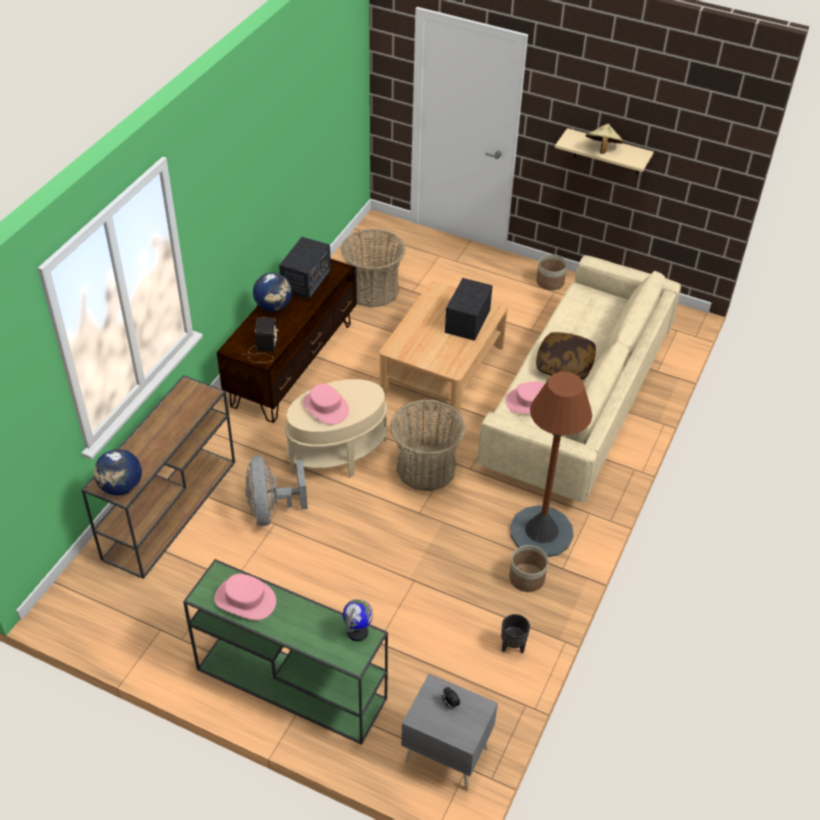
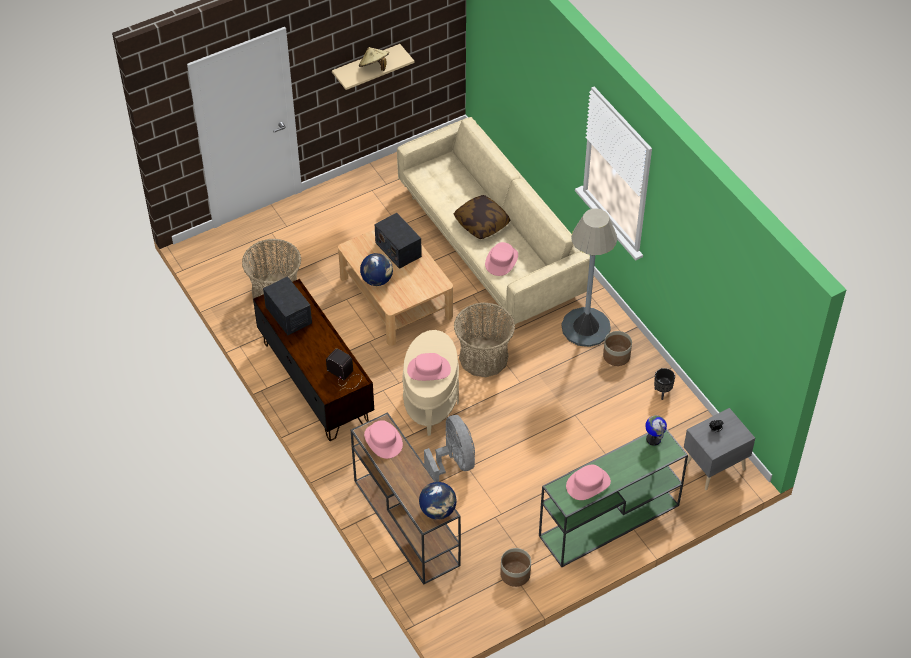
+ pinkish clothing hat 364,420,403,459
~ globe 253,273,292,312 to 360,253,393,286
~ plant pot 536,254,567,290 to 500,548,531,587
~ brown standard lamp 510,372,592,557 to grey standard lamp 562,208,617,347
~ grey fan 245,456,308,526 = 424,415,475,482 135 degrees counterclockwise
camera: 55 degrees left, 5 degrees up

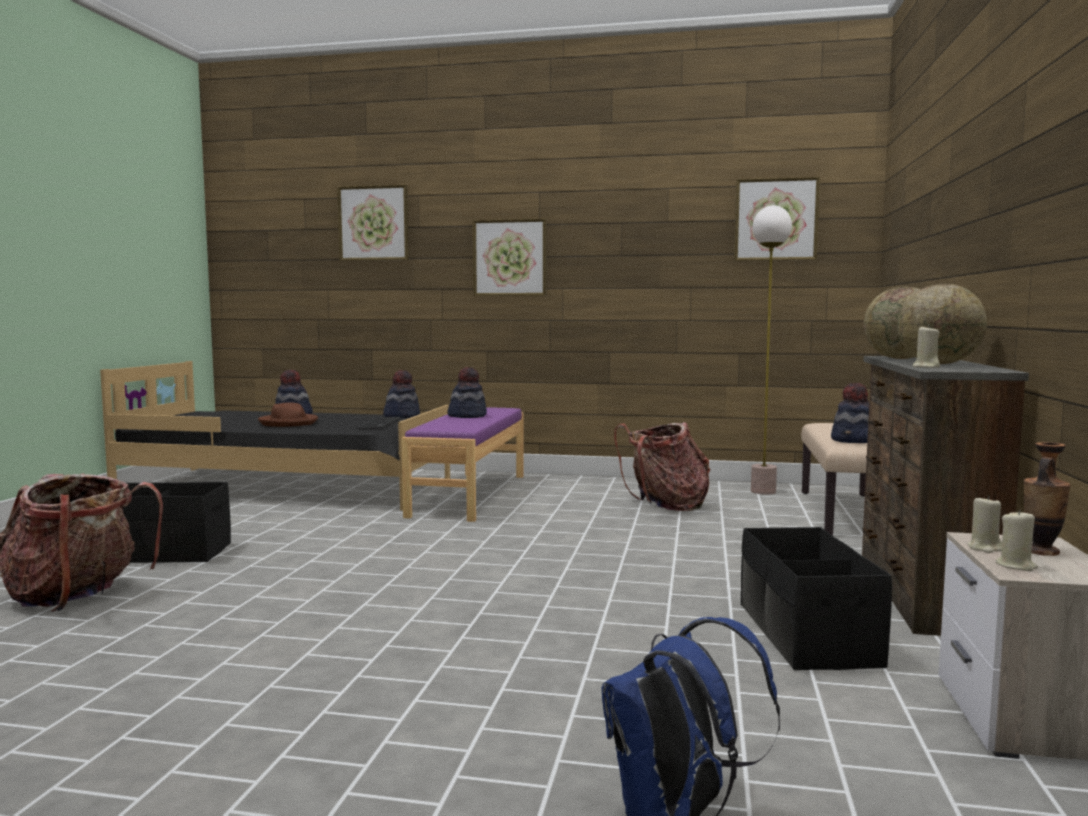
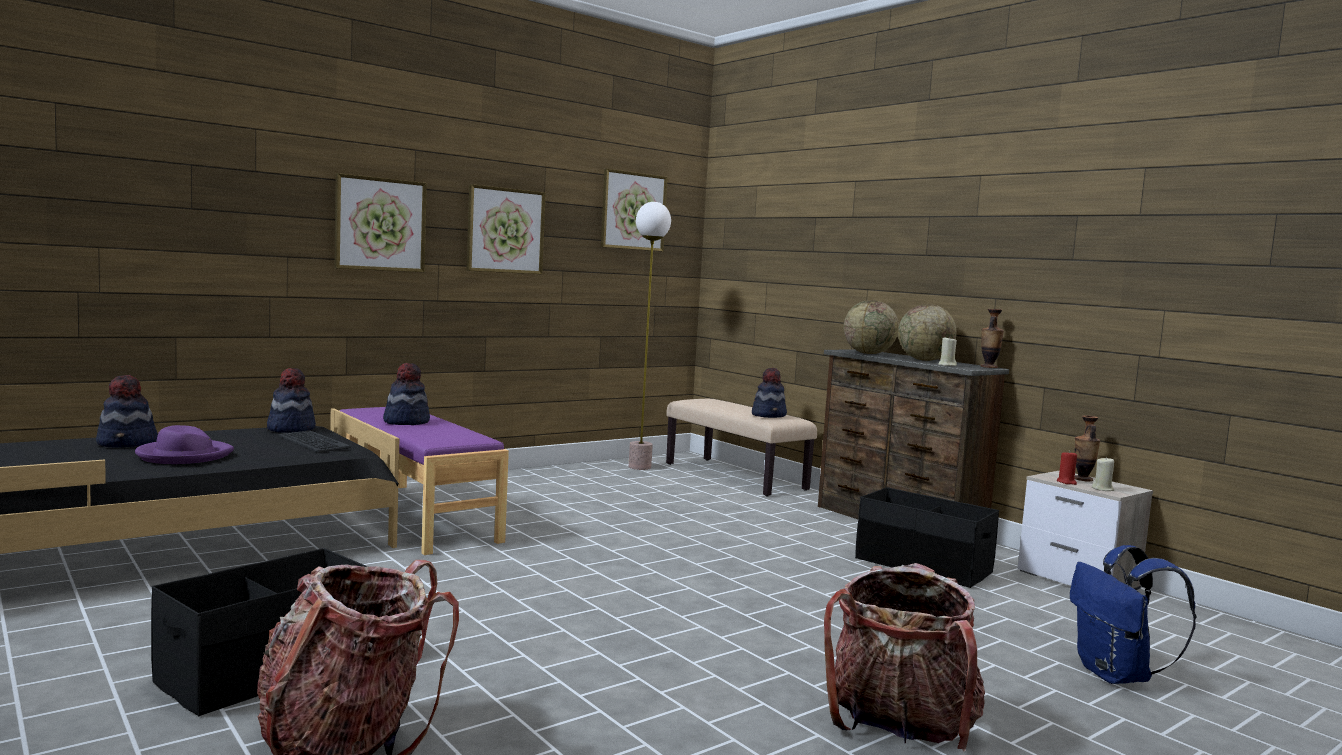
+ vase 980,309,1004,368
~ wall art 337,185,409,261 to 467,184,546,274
~ knapsack 614,422,710,511 to 824,563,985,751
~ brown clothing hat 258,402,318,427 to purple clothing hat 135,425,234,464
~ beige wax light 967,495,1002,553 to red-coloured wax light 1057,452,1077,485
camera: 50 degrees left, 0 degrees up

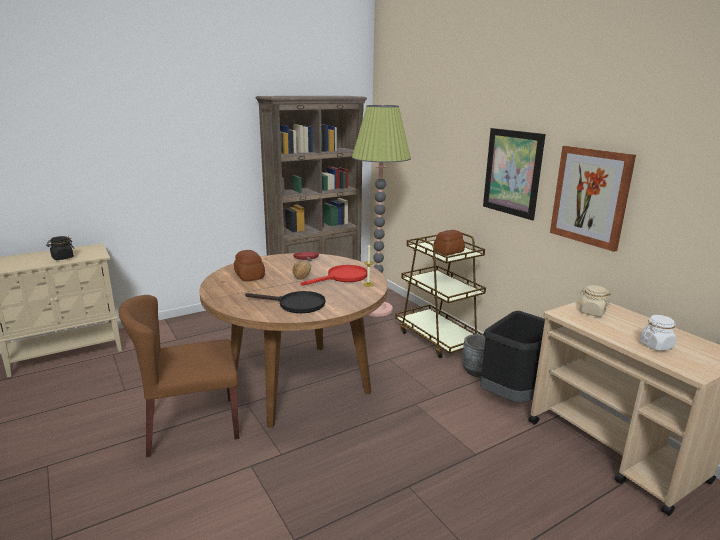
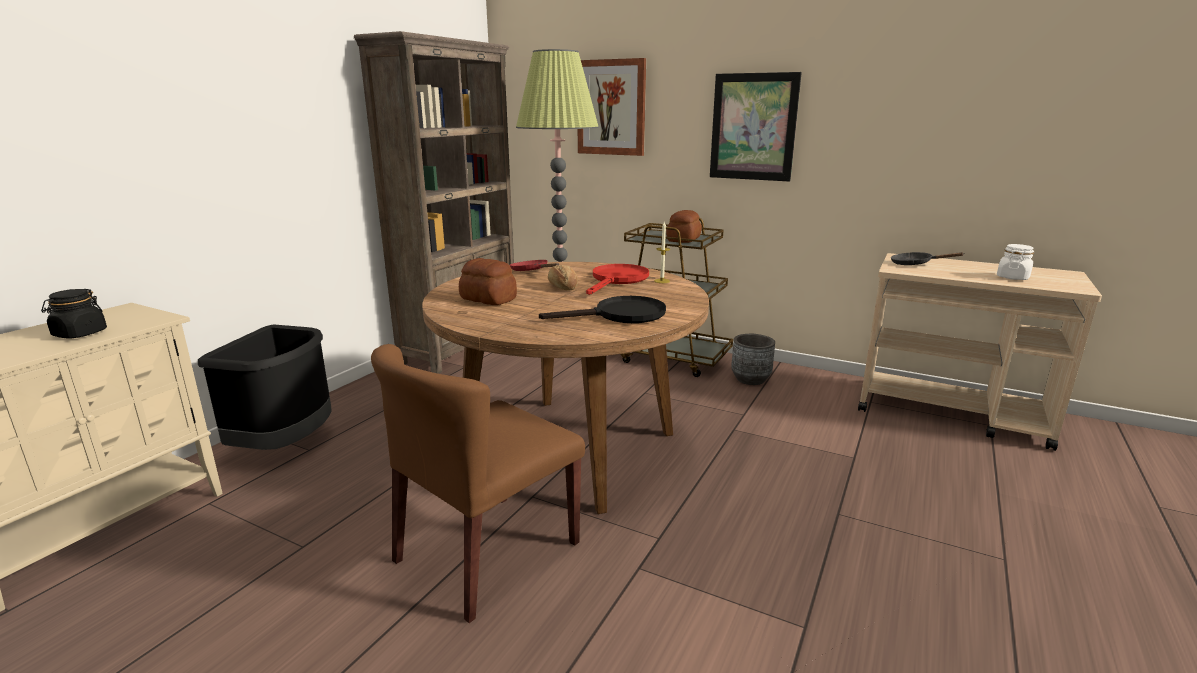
~ black waste bin 480,311,545,403 to 198,324,332,450
~ wall art 550,146,636,252 to 578,58,646,156
~ beige jar 579,285,611,317 to black skillet 891,252,965,265
camera: 30 degrees left, 0 degrees up

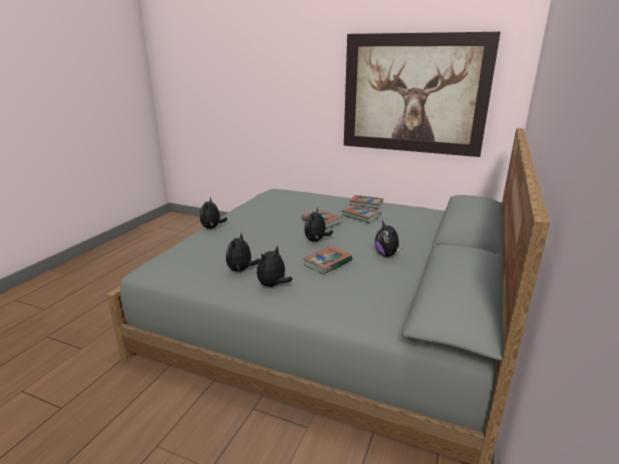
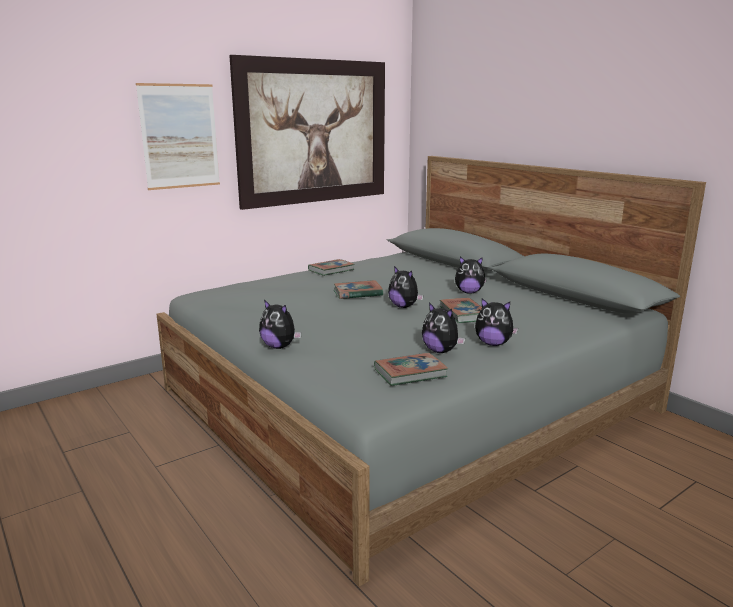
+ wall art 136,83,220,190
~ bound book 341,205,381,223 to 374,353,448,386
~ plush toy 257,246,292,287 = 475,298,518,346 45 degrees counterclockwise
camera: 60 degrees left, 5 degrees down

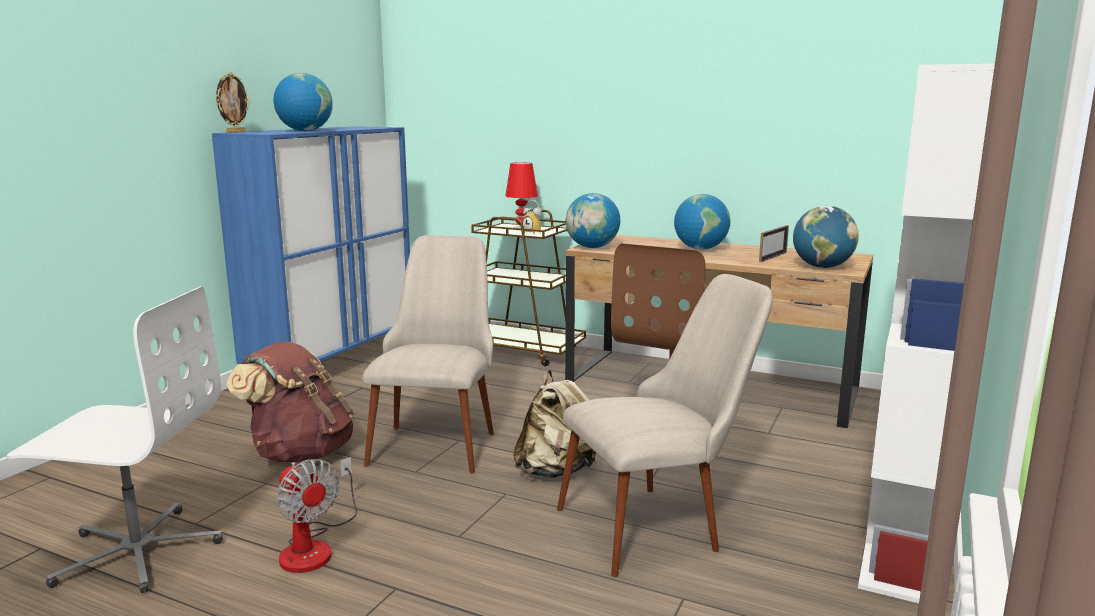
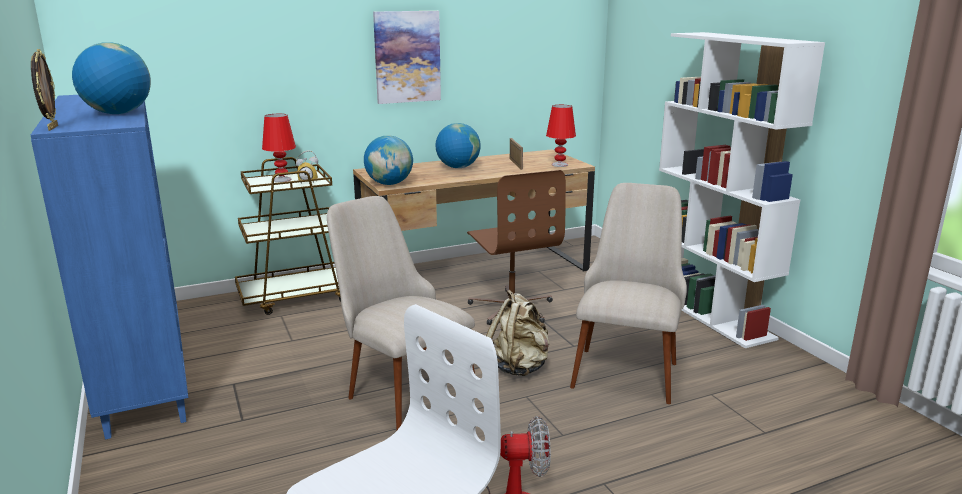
- brown knapsack 226,341,354,462
+ wall art 373,11,441,104
~ globe 793,206,859,268 to red-coloured tabletop lamp 546,105,576,167
camera: 50 degrees left, 5 degrees up

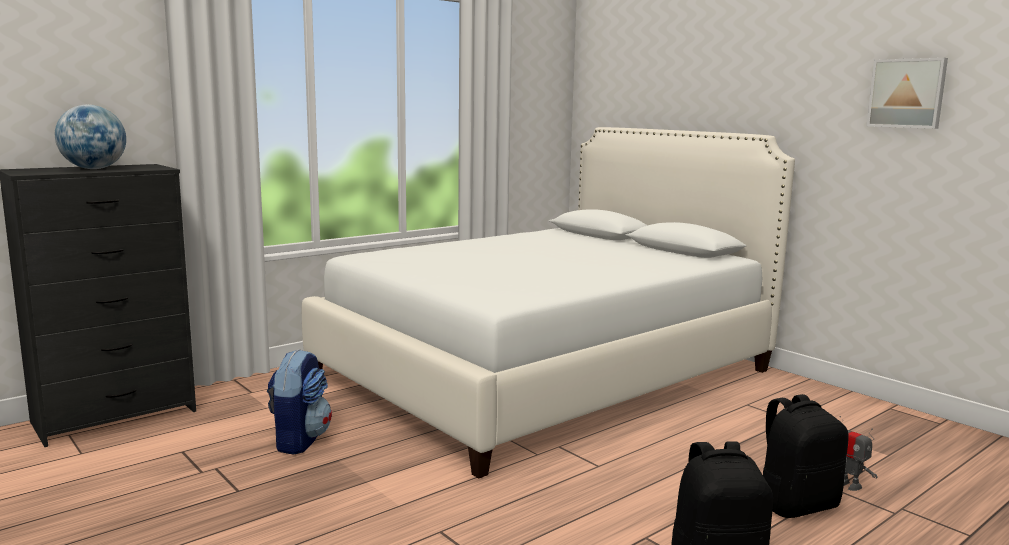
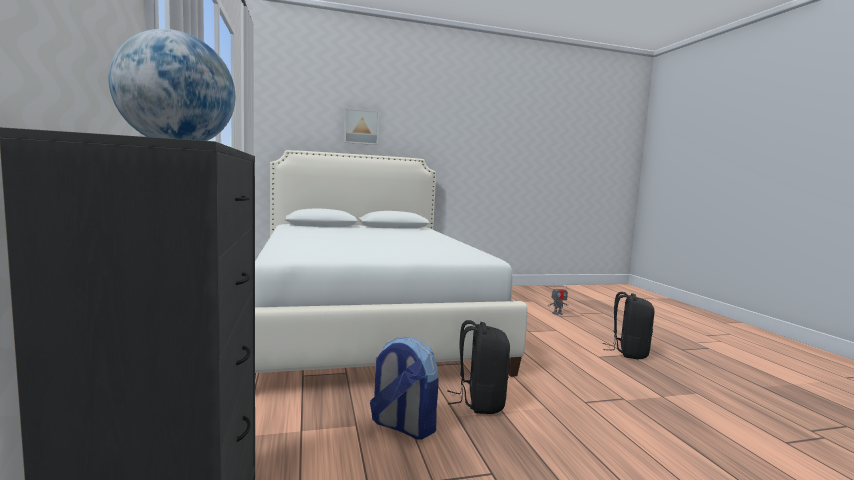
~ black knapsack 763,394,849,518 to 447,320,510,414
~ wall art 866,58,948,129 to 344,108,379,145
camera: 65 degrees left, 5 degrees down

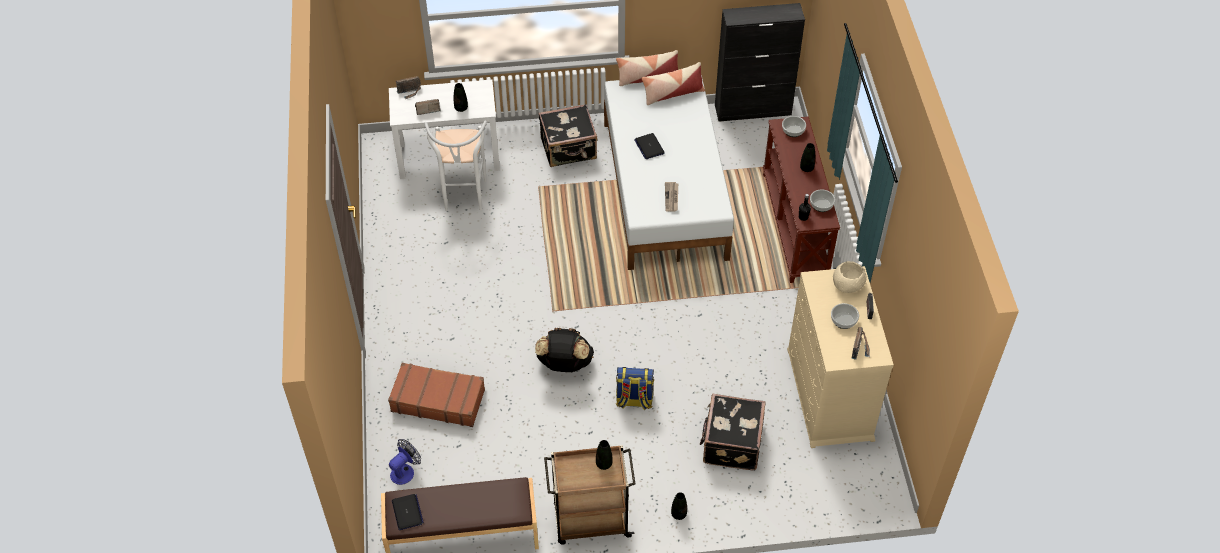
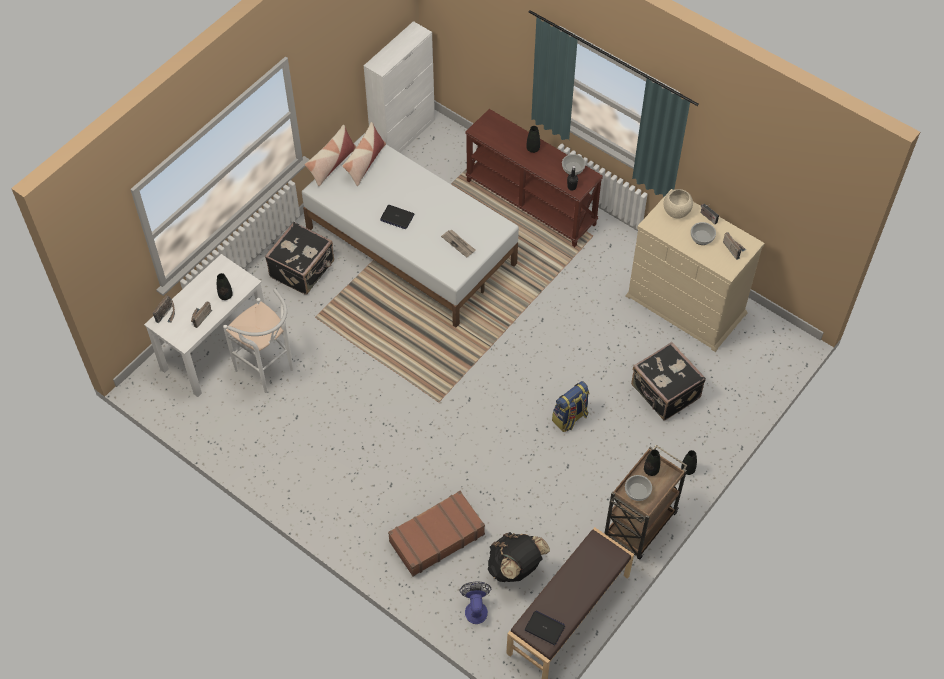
~ black knapsack 535,328,594,372 to 488,532,550,582
~ deep dish 782,116,806,137 to 625,475,652,501
~ black cabinet 715,3,805,122 to white-coloured cabinet 364,21,435,153
camera: 45 degrees left, 5 degrees up

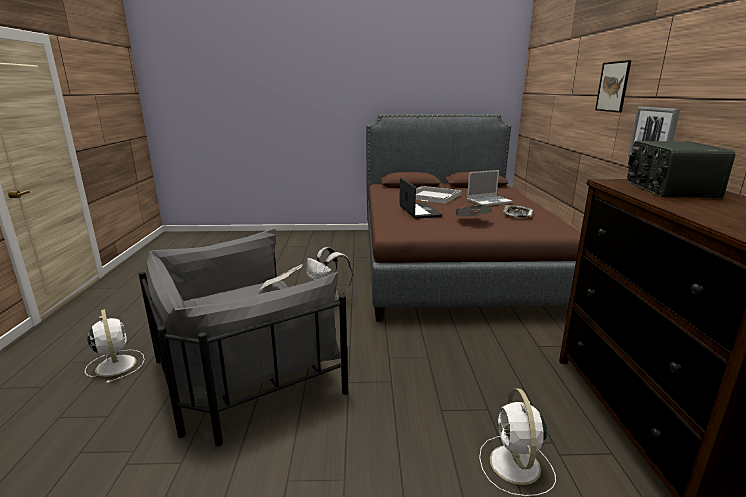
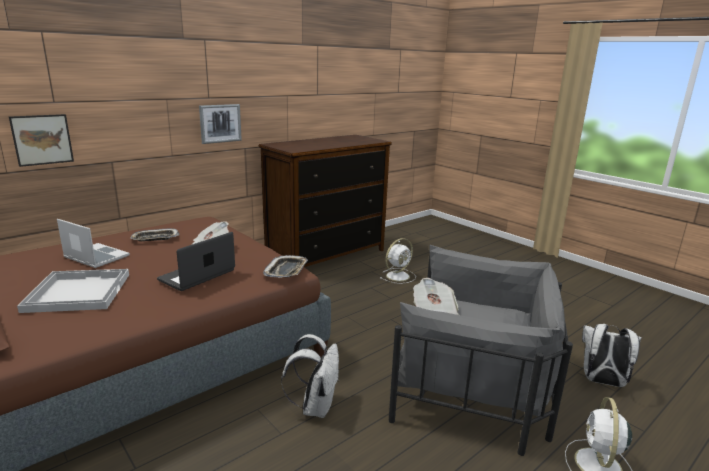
- radio set 627,141,736,198
+ tray 263,255,308,278
+ white-coloured knapsack 582,324,642,387
~ wall art 595,60,631,113 to 9,114,74,167
camera: 130 degrees left, 0 degrees up

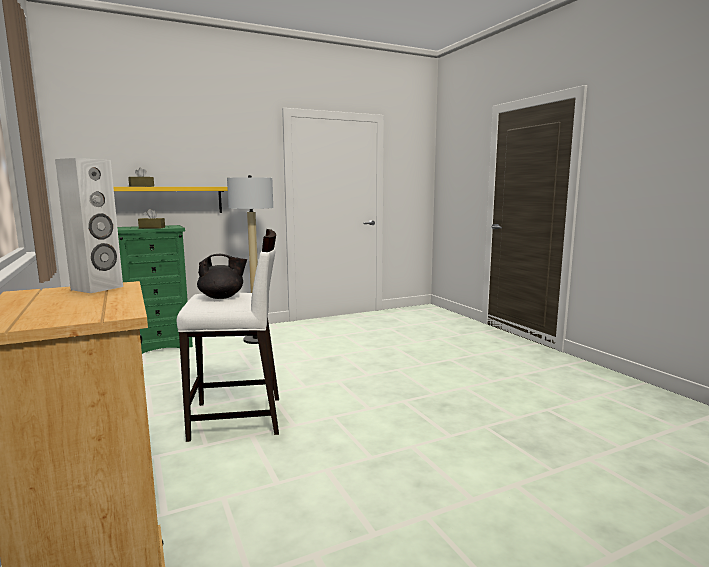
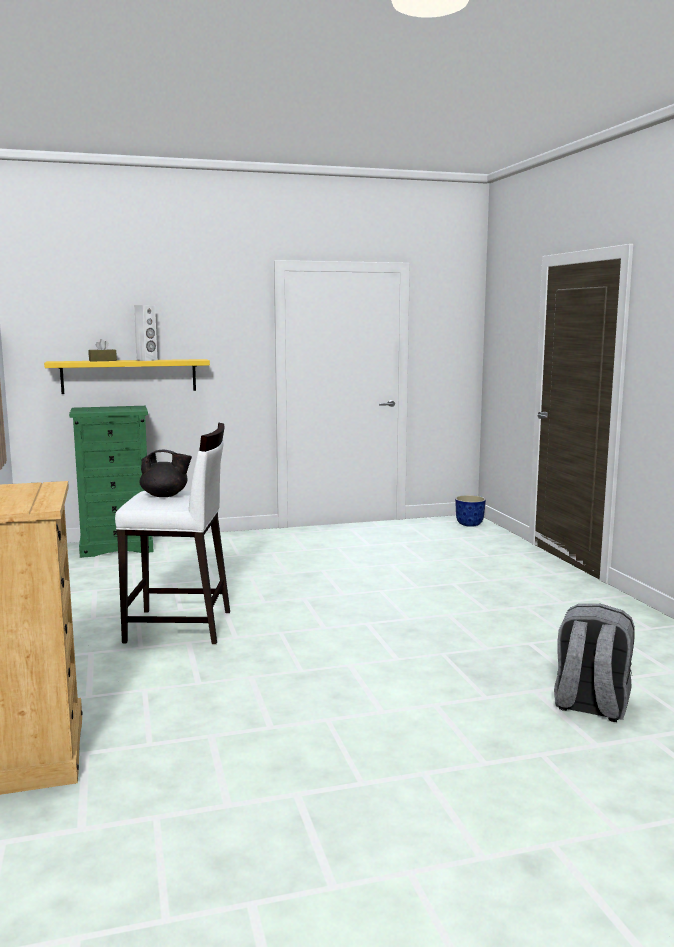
- brown tissue holder 138,209,165,229
- standard lamp 227,175,273,344
+ plant pot 455,495,486,527
+ grey knapsack 554,604,635,722
~ white-coloured speaker 55,158,123,293 to 134,305,157,361
camera: 10 degrees right, 0 degrees up

